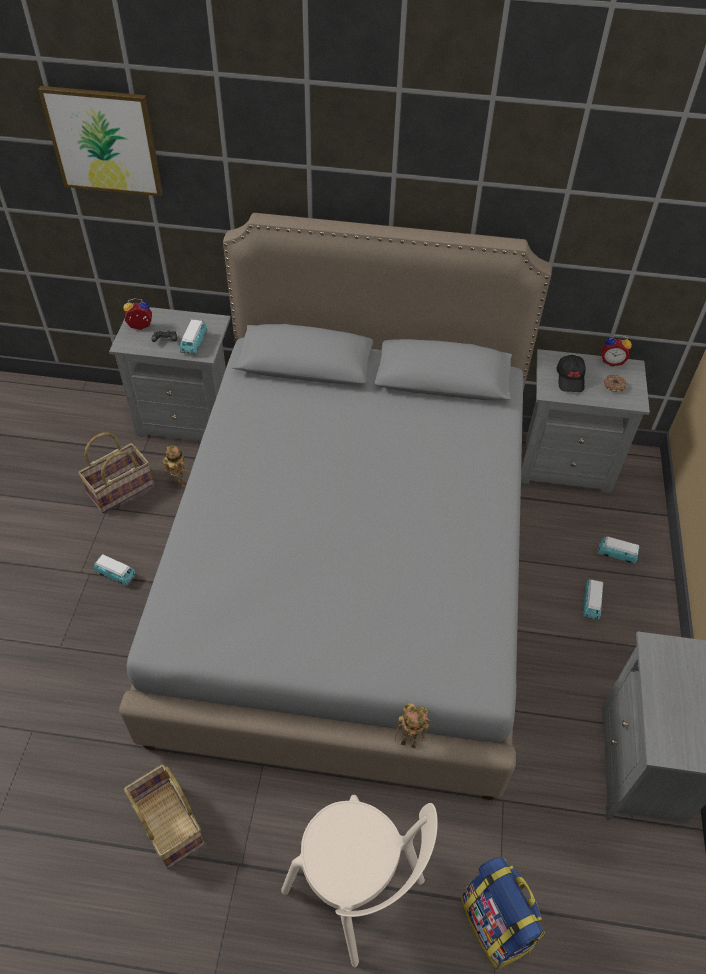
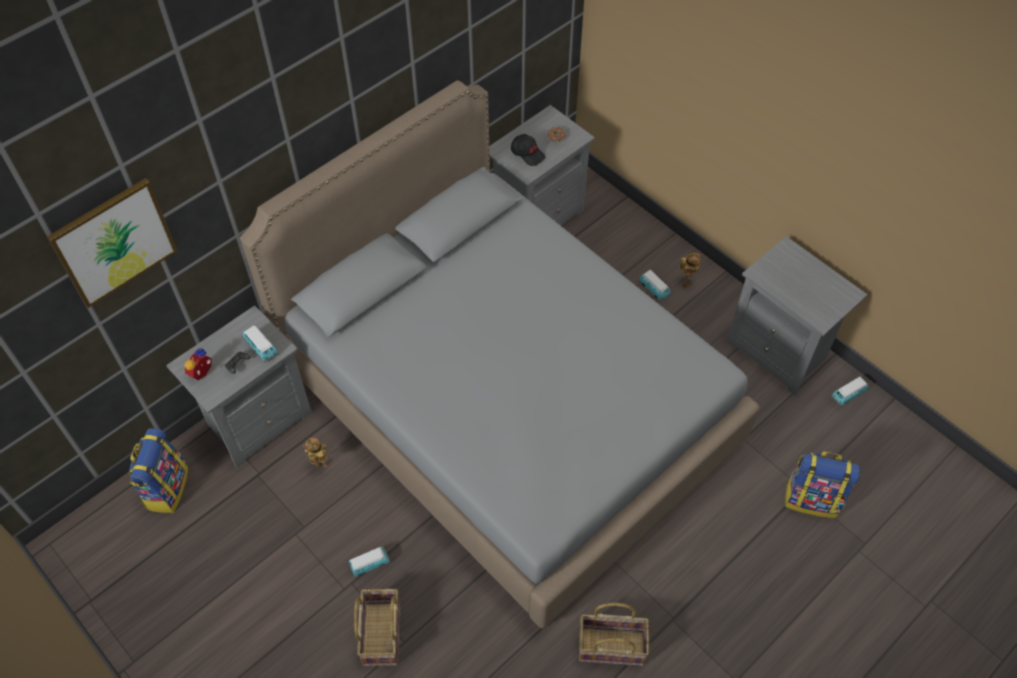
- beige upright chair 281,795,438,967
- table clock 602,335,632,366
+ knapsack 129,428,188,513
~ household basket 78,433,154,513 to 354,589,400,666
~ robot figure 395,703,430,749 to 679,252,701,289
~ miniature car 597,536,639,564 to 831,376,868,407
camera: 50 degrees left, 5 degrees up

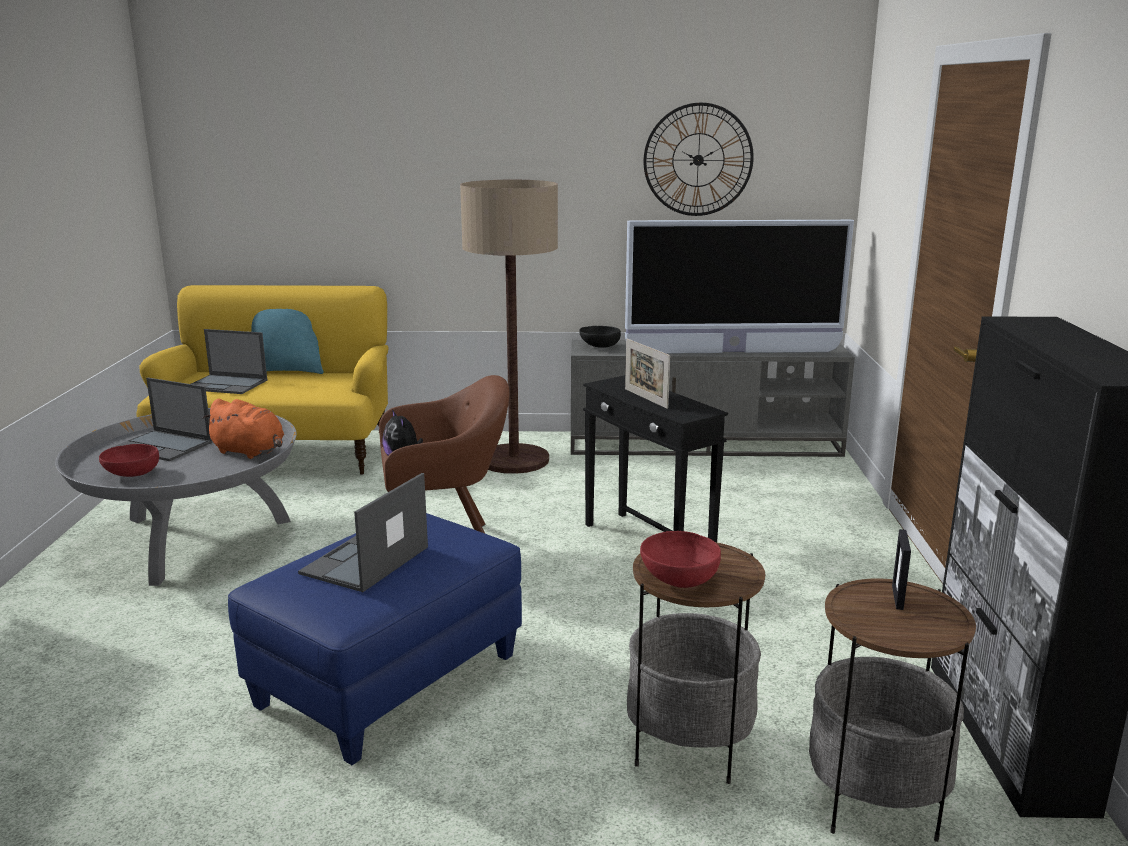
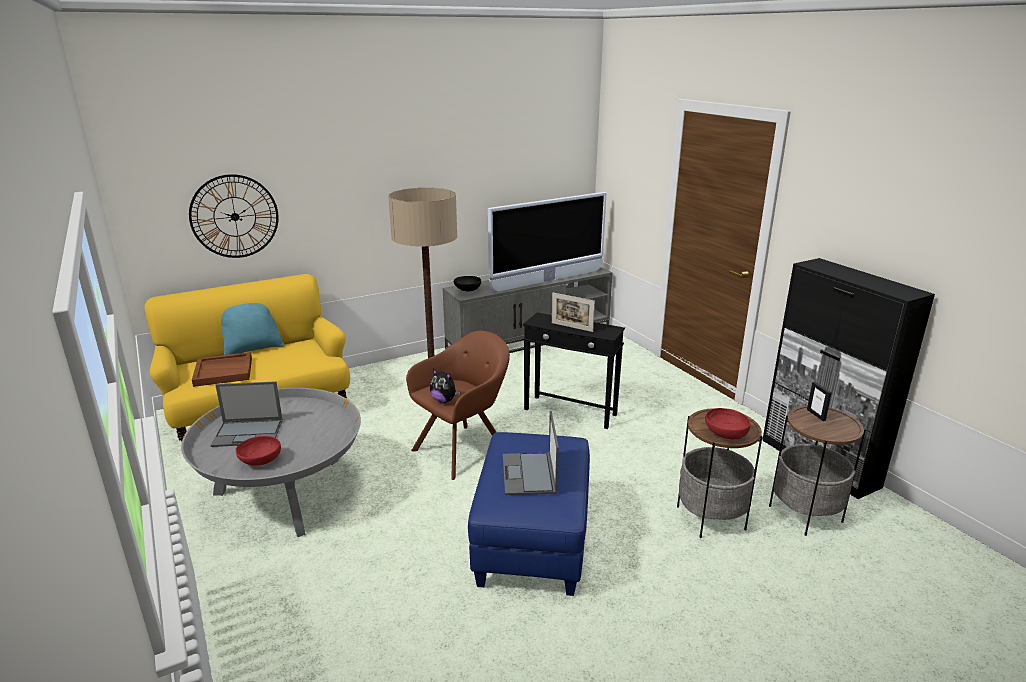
- orangey plush toy 203,399,284,459
~ clock on the wall 644,103,754,216 to 189,174,279,258
~ notebook computer 191,329,267,394 to brown tray 192,352,252,387
camera: 30 degrees left, 5 degrees up

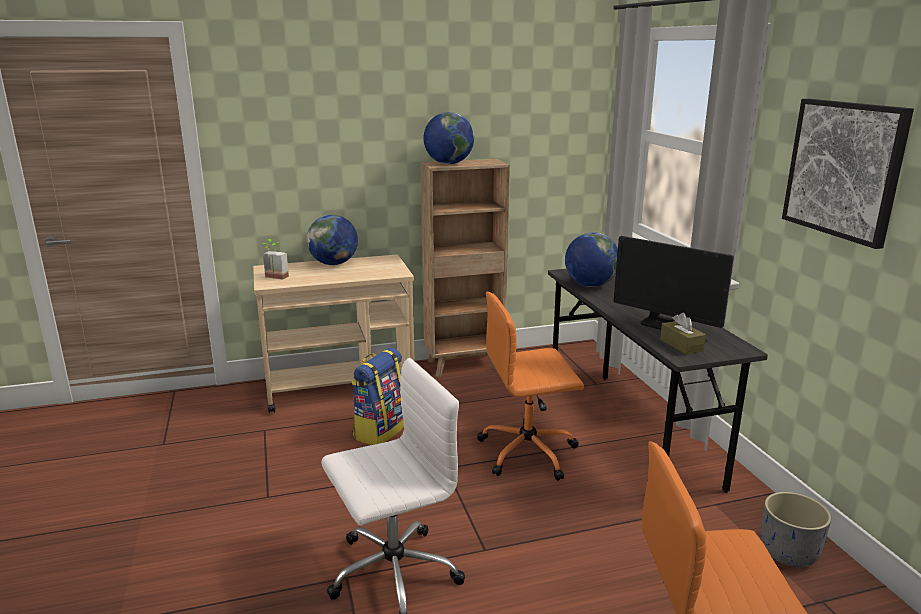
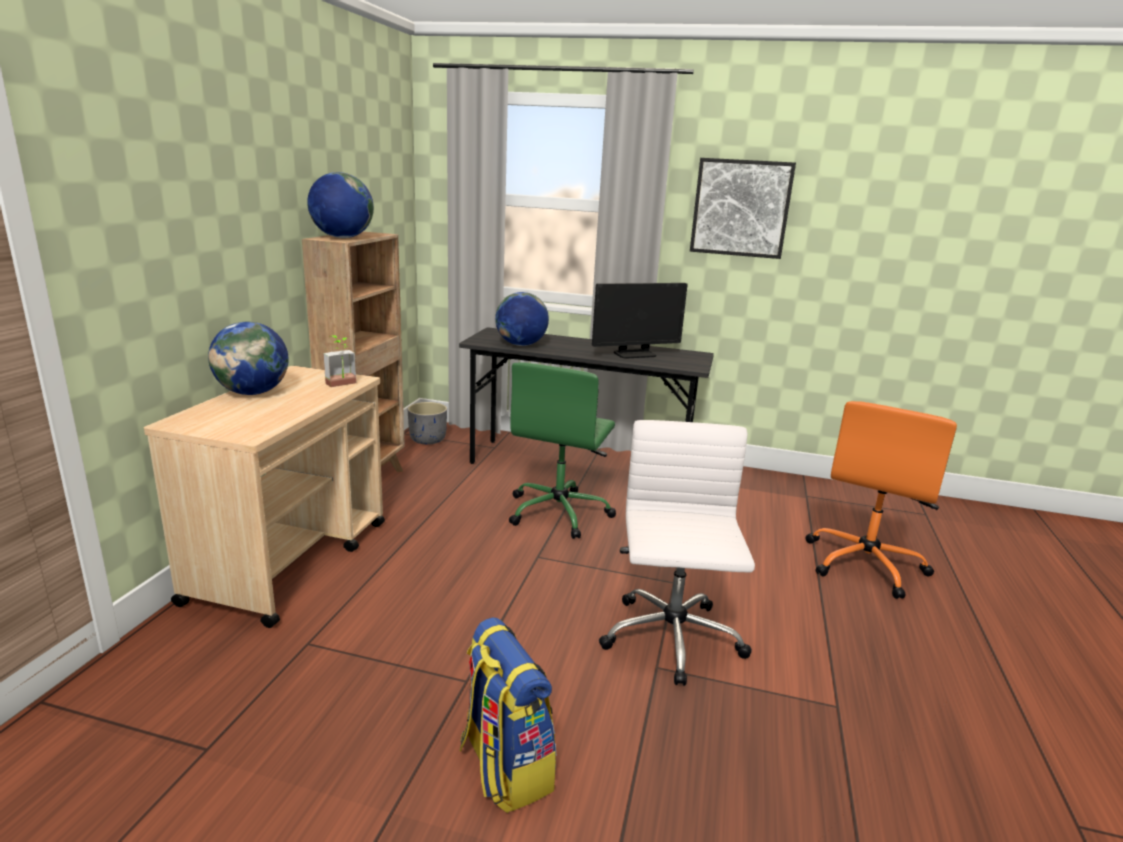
- brown tissue holder 660,313,706,355
~ plant in a pot 263,239,289,279 to 323,335,356,387
~ knapsack 351,348,404,445 to 460,617,557,813
~ grey plant pot 761,492,831,567 to 407,402,447,445
~ orangey office chair 477,292,584,481 to green office chair 509,362,616,539
camera: 60 degrees left, 0 degrees up

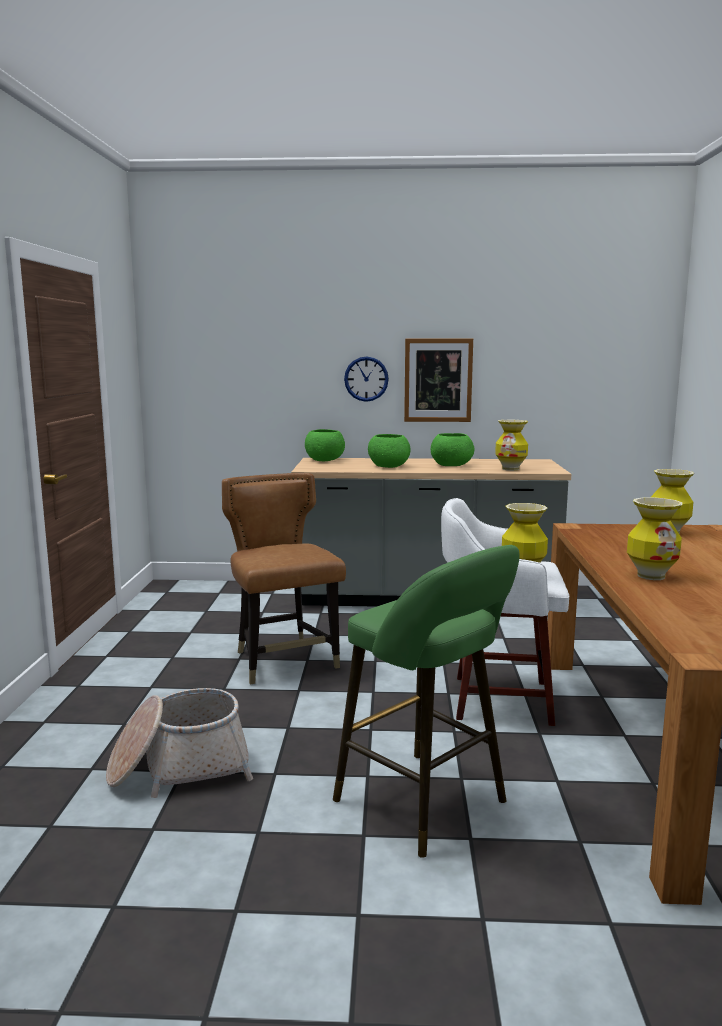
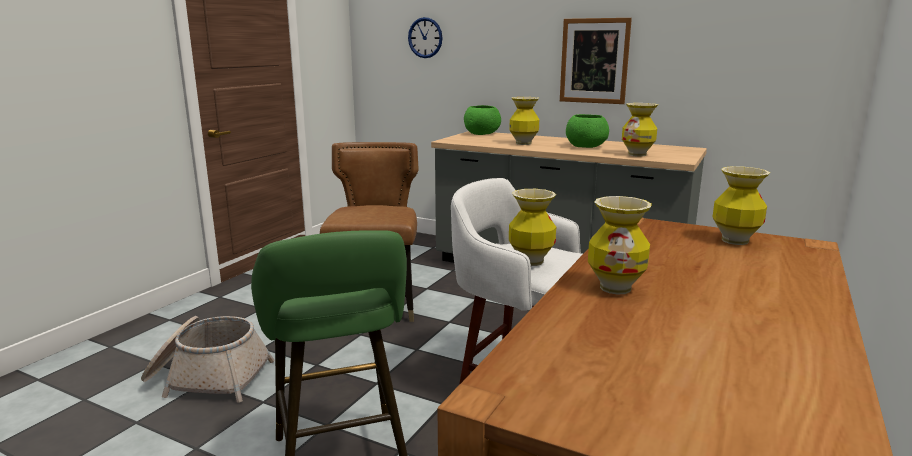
~ clock on the wall 344,356,389,402 to 408,17,443,58
~ green deep dish 368,434,410,468 to vase 509,97,539,145
camera: 25 degrees right, 5 degrees up

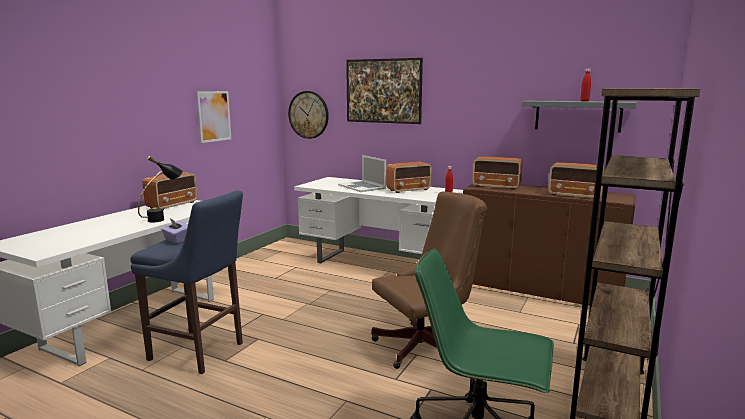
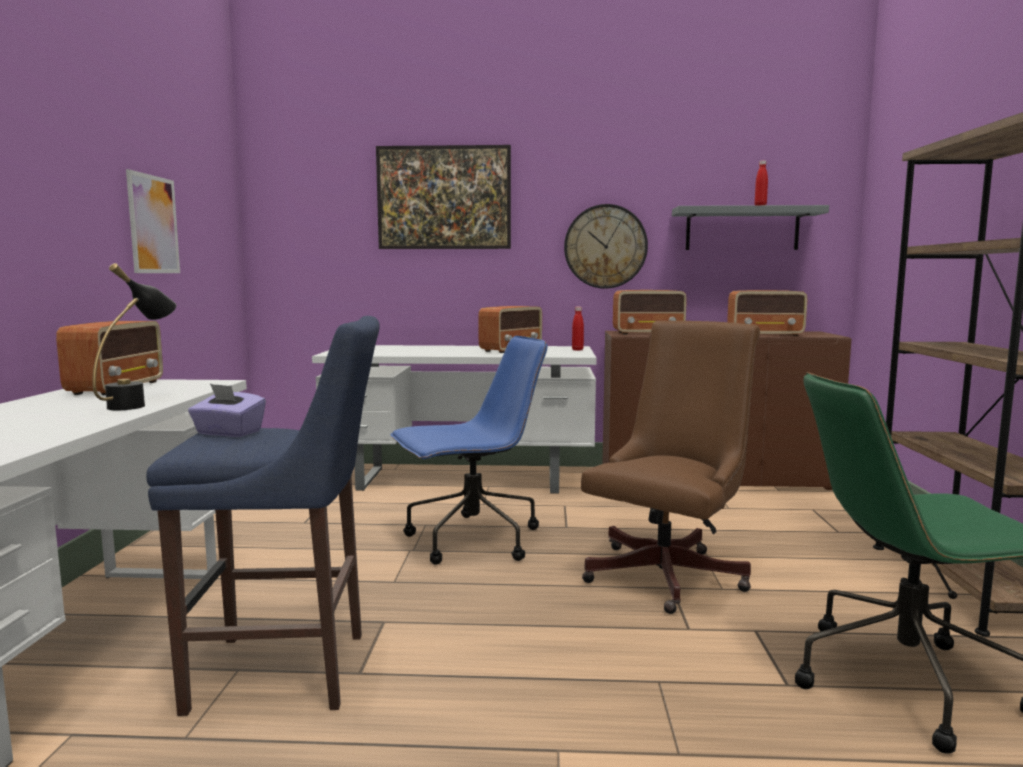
- notebook computer 338,155,386,192
+ bluish office chair 390,336,548,565
~ clock on the wall 288,91,329,139 to 564,204,648,289
camera: 25 degrees left, 5 degrees down

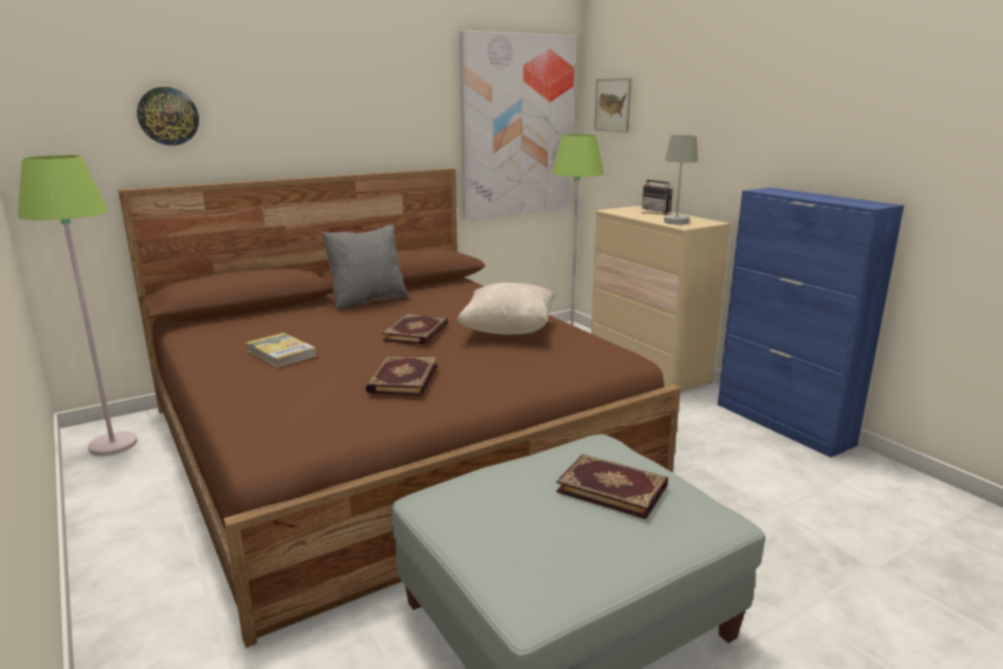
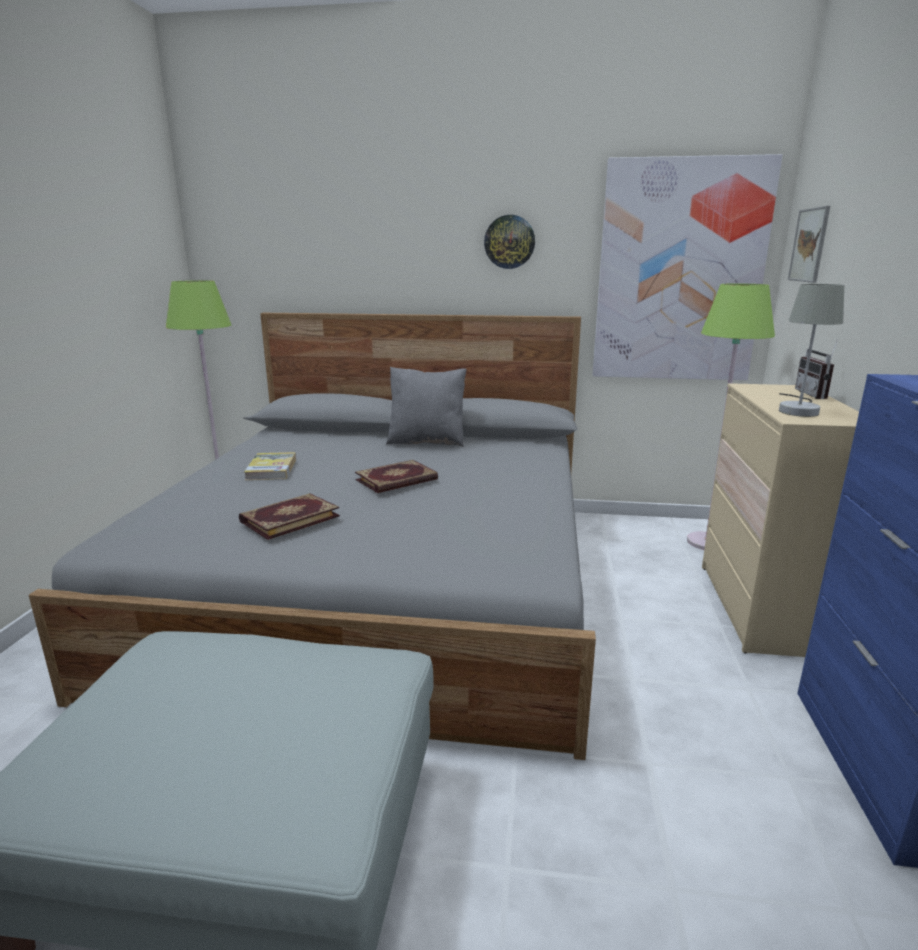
- beige cushion 457,283,556,334
- bound book 556,454,668,519
~ clock on the wall 137,87,199,146 to 484,215,535,269
~ brown sleeping bed 118,168,681,648 to grey sleeping bed 29,313,596,760
camera: 40 degrees right, 0 degrees up

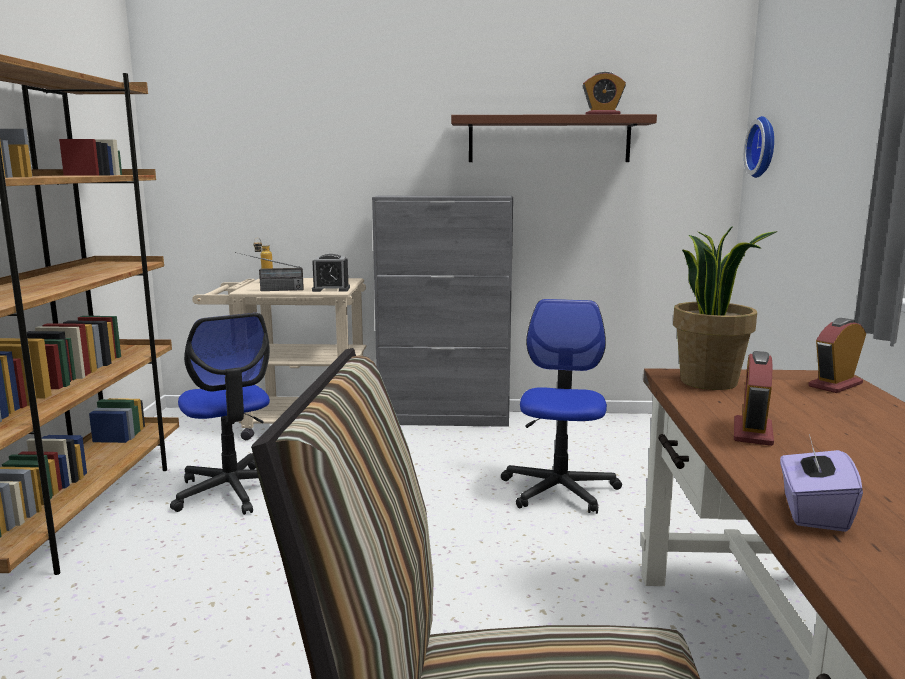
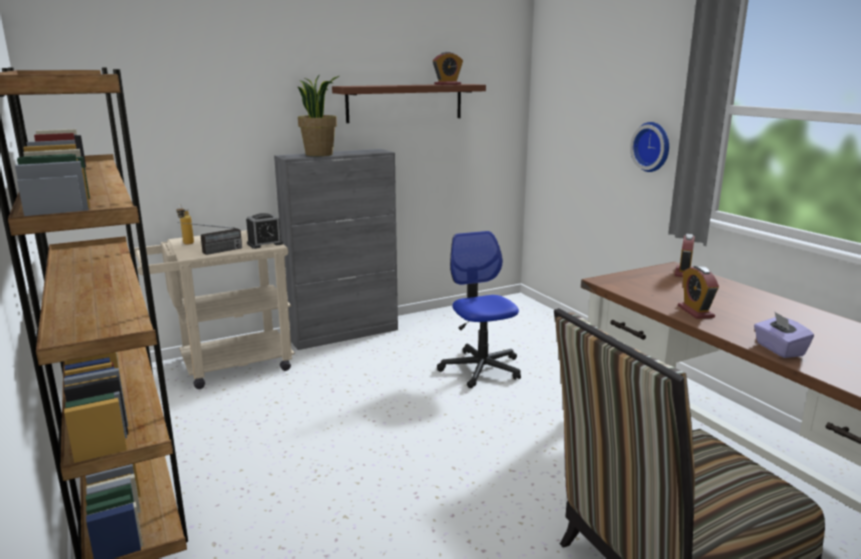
- office chair 170,313,270,515
~ plant in a pot 673,226,777,390 to 298,74,339,156
~ clock on the wall 744,116,774,178 to 630,122,669,172
camera: 30 degrees left, 5 degrees up

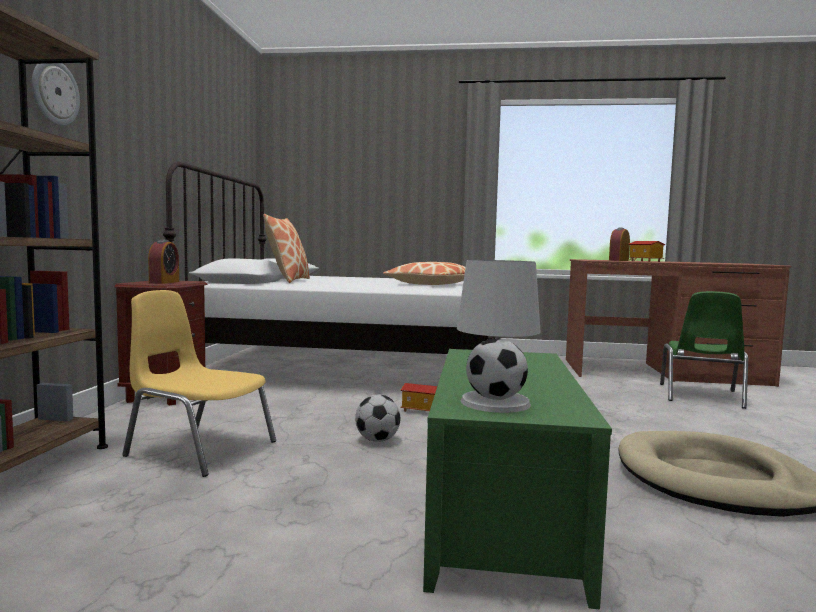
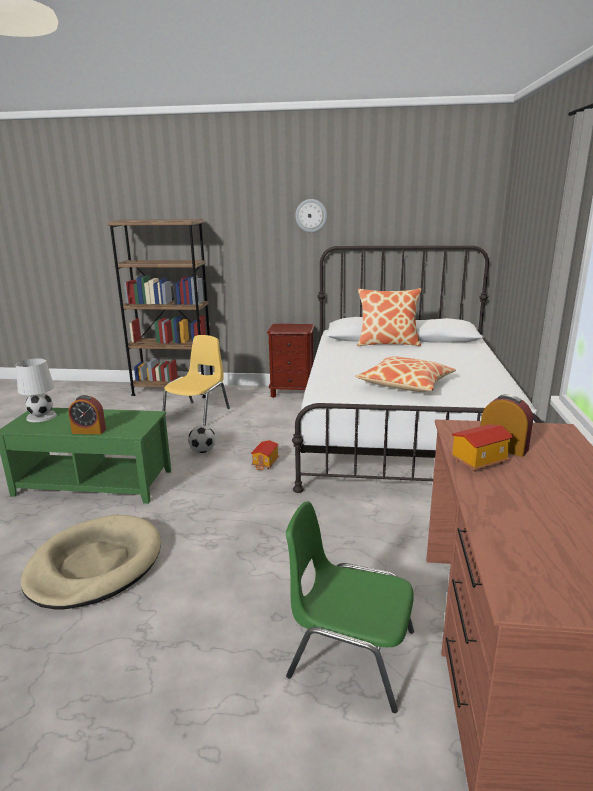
~ clock on the wall 32,63,80,126 to 295,199,327,232
~ table clock 148,240,179,284 to 68,395,106,434
camera: 90 degrees right, 15 degrees up

